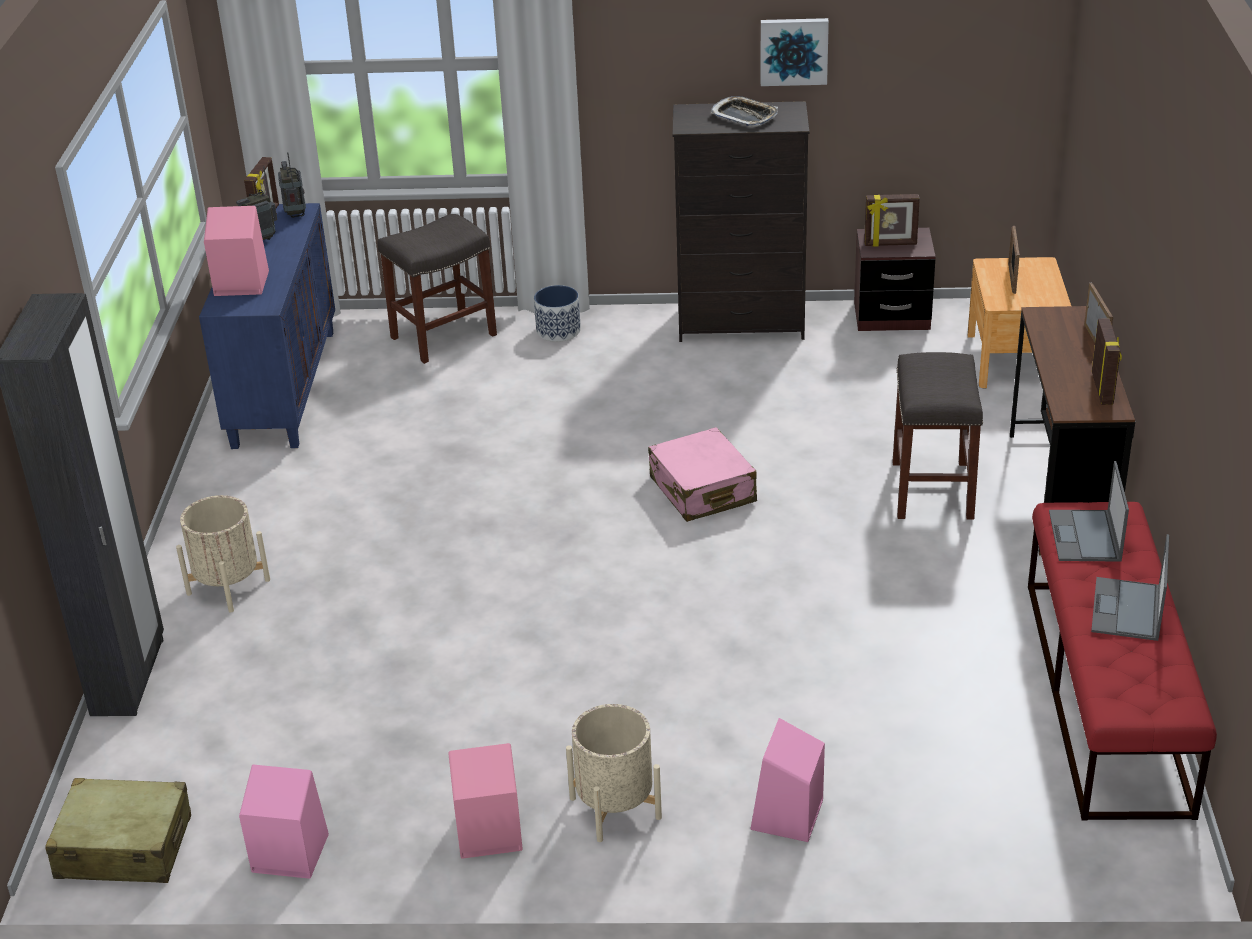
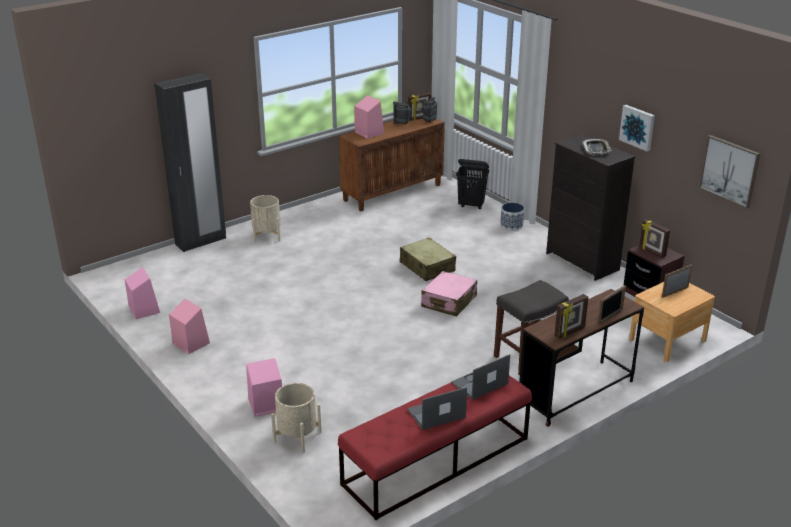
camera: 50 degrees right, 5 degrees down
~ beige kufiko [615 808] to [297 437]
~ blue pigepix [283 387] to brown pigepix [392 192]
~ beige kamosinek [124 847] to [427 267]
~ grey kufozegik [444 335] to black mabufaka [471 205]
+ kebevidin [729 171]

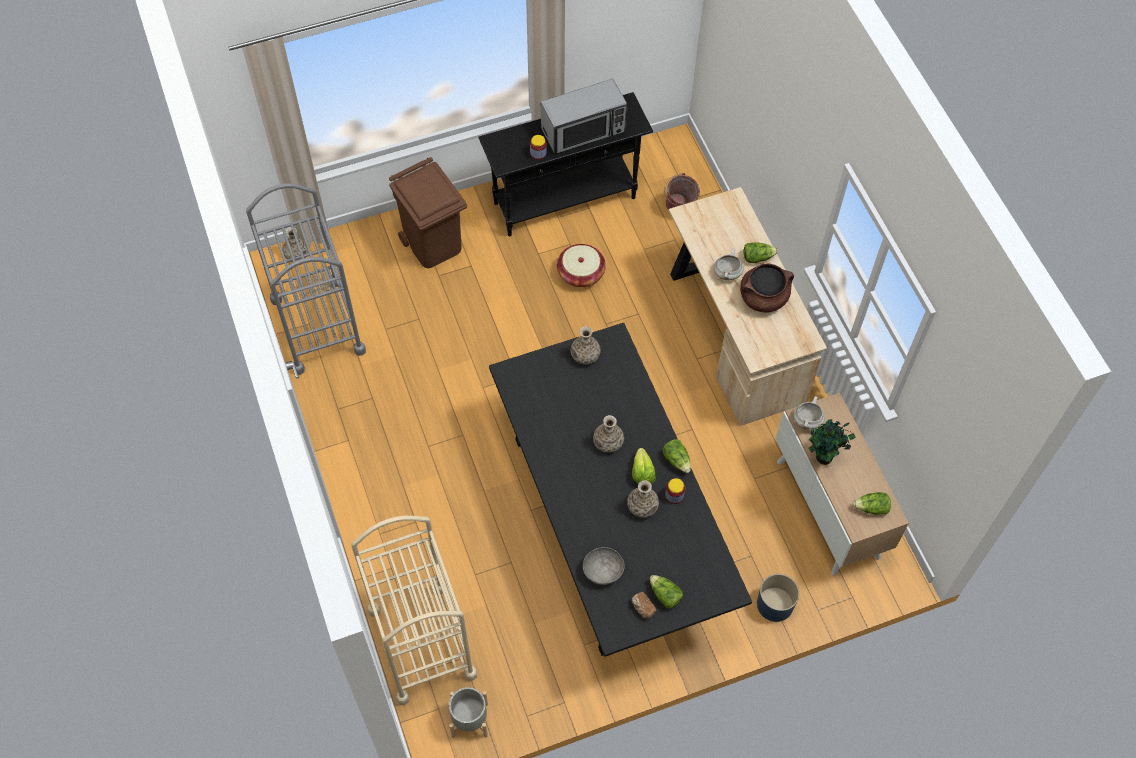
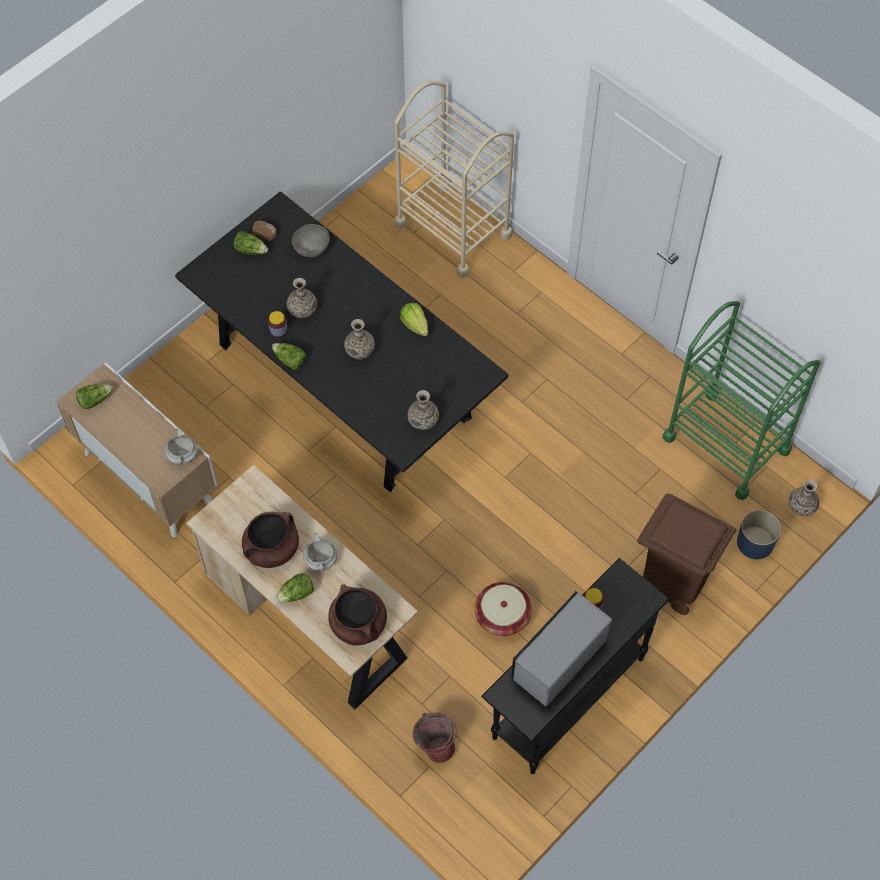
camera: 155 degrees right, 0 degrees up
+ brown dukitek [358 624]
~ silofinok [642 473] to [415 325]
~ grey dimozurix [317 325] to green dimozurix [726 444]
~ blue kufiko [775 604] to [755 543]
- grey kufiko [470 719]
- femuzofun [823 458]

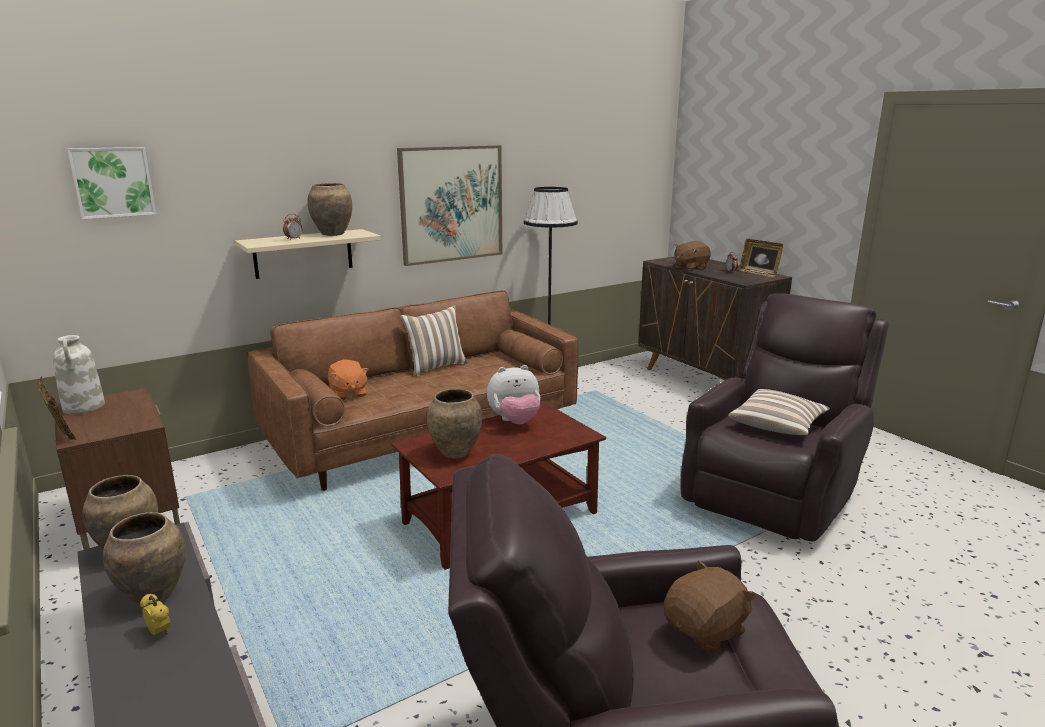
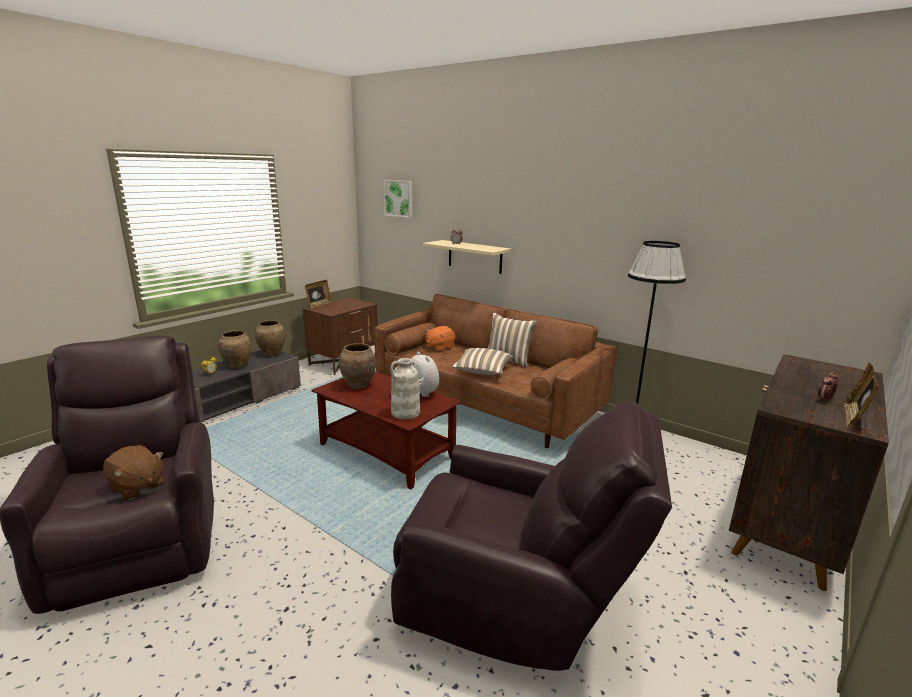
camera: 70 degrees right, 0 degrees up
~ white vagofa [84 407] to [405 413]
~ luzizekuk [777 426] to [482 371]
- brown vagofa [333 234]
- kebevidin [451 204]
- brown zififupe [690 267]

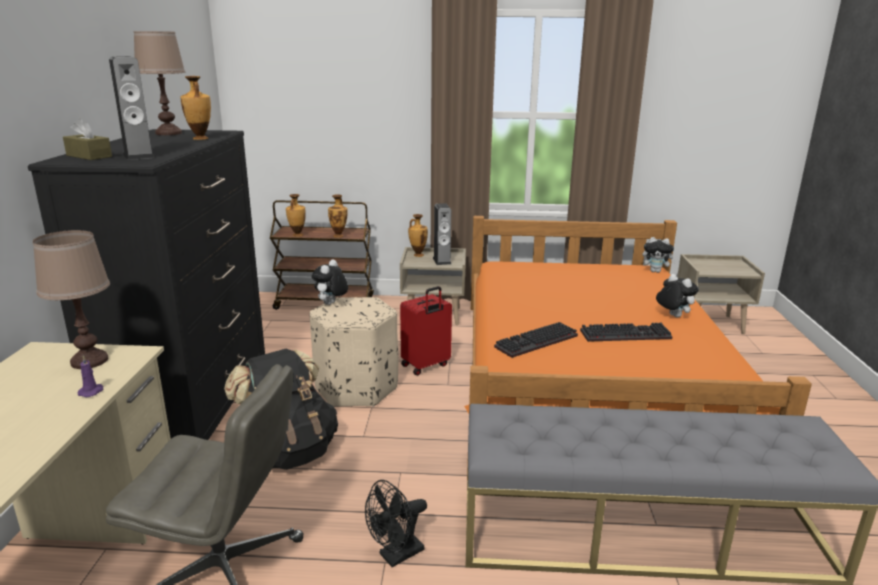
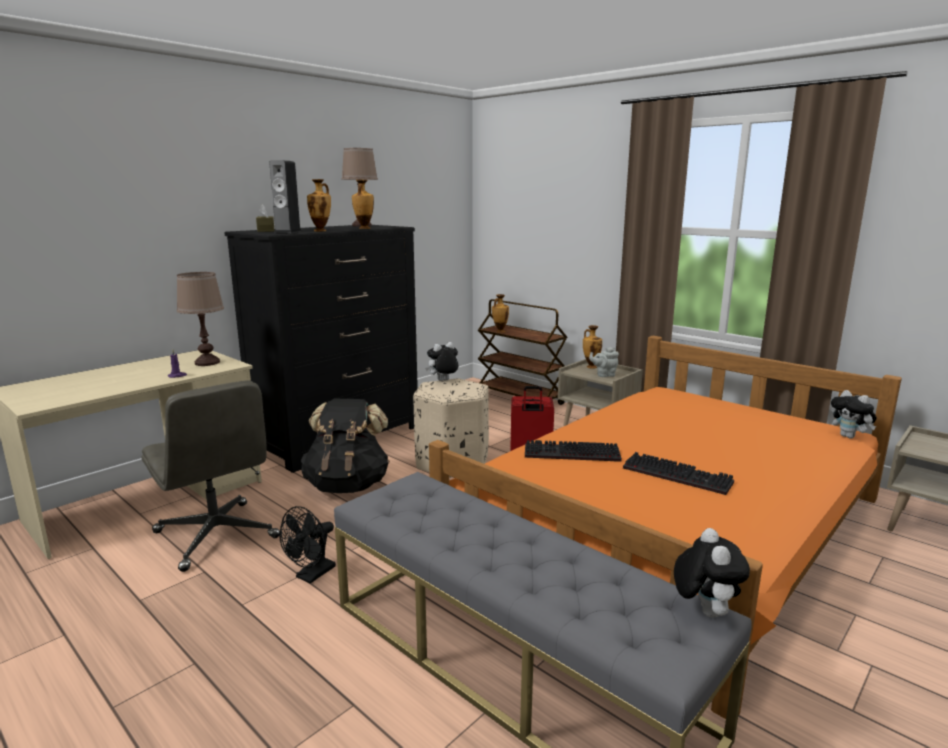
camera: 40 degrees right, 5 degrees down
~ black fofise [396 556] = [311 575] 60 degrees counterclockwise
~ vagofa [339 235] to [321 231]
~ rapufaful [442 261] to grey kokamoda [604 375]
~ zififupe [672 316] to [704 610]

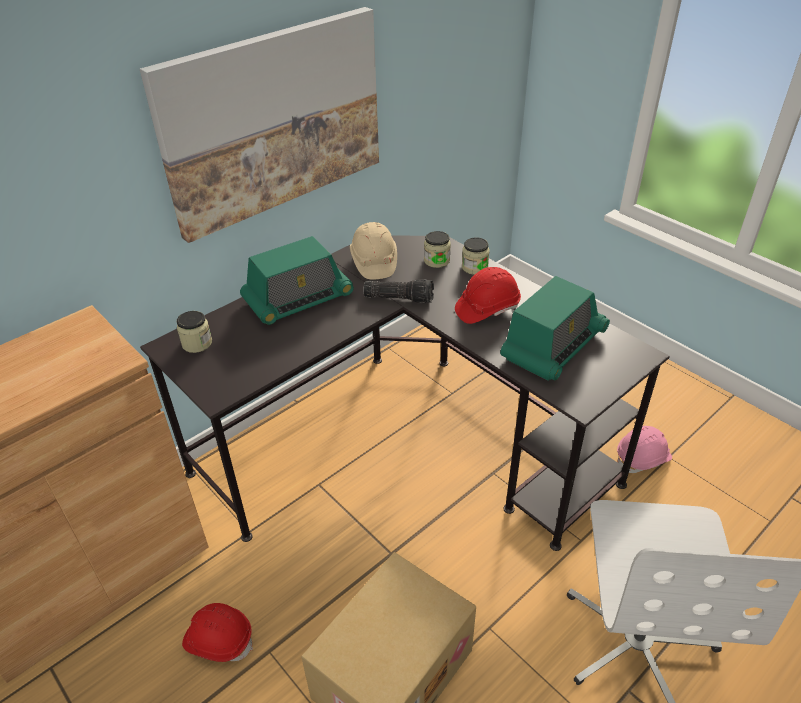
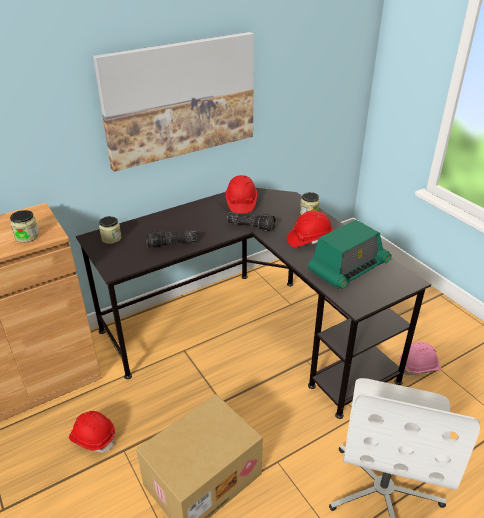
camera: 10 degrees right, 5 degrees down
~ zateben [436 261] to [27 236]
+ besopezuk [171 244]
~ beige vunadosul [374 262] to red vunadosul [241 203]
- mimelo [298 299]

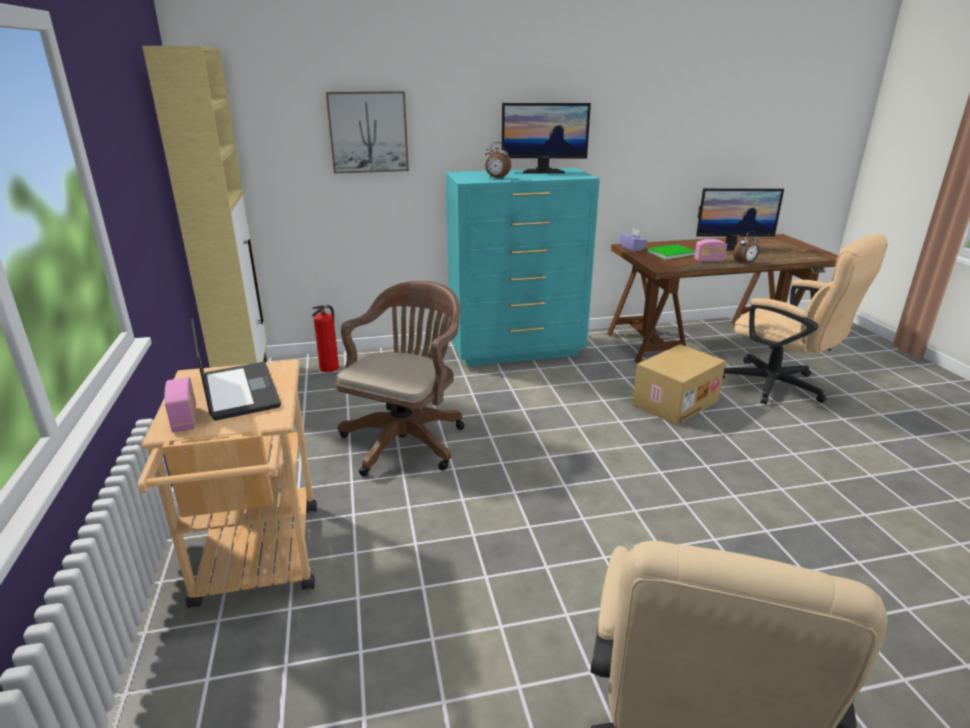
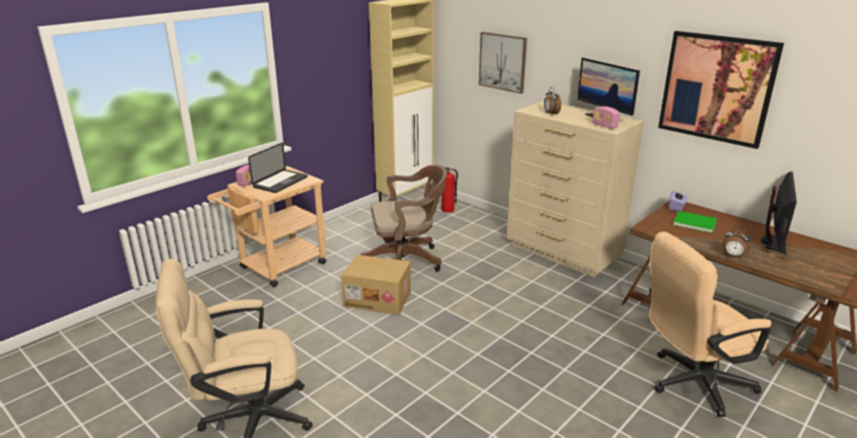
camera: 55 degrees right, 0 degrees up
~ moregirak [674 402] to [378 299]
~ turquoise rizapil [517 350] to beige rizapil [563 253]
~ mimelo [709 260] to [604 126]
~ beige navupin [781 388] = [691 383] 60 degrees clockwise
+ kebevidin [716 88]
~ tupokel [732 247] = [773 243] 120 degrees counterclockwise

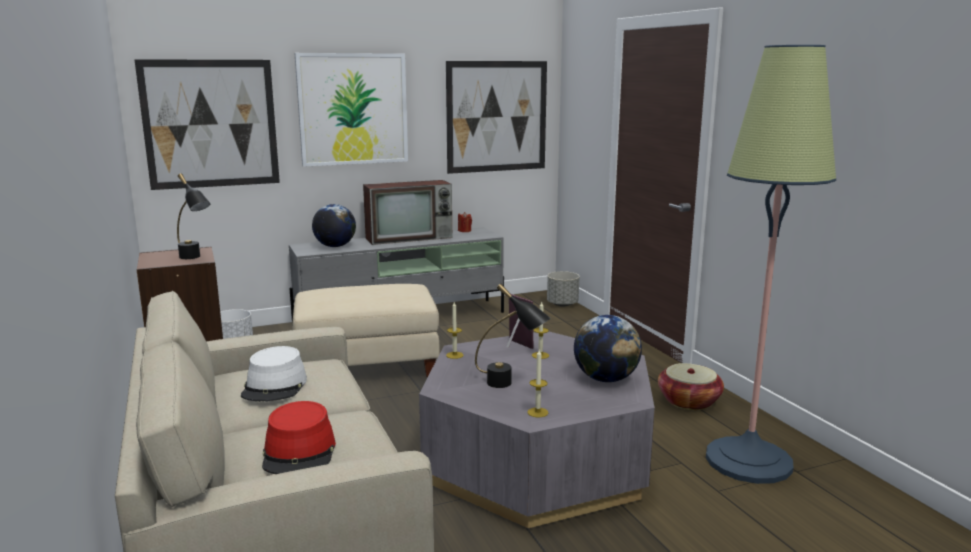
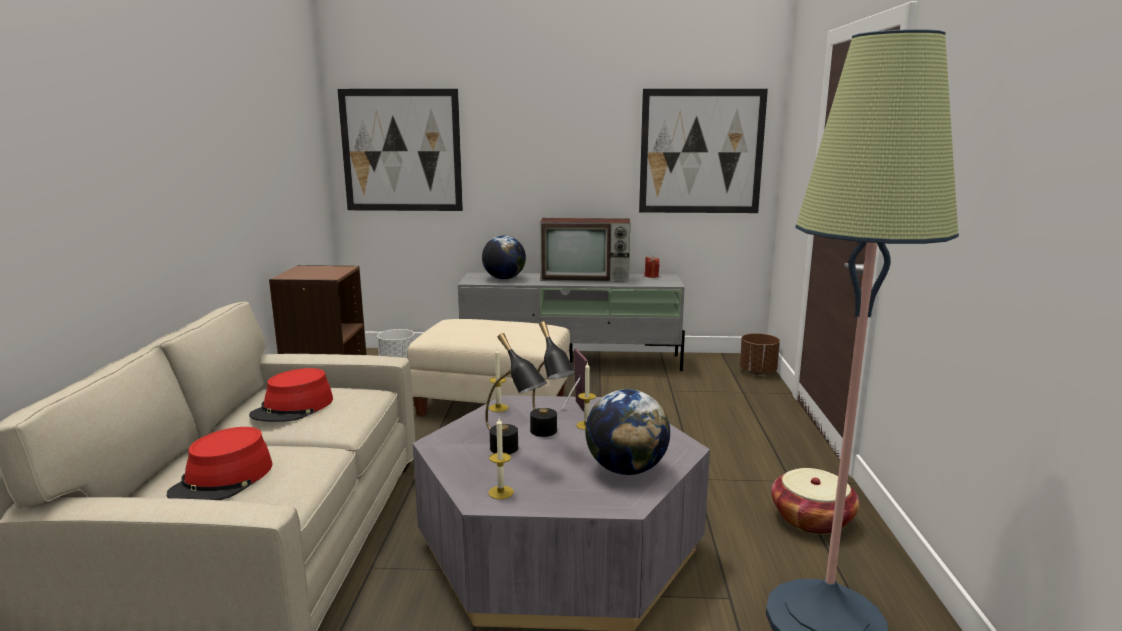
camera: 25 degrees right, 0 degrees up
~ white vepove [275 386] to red vepove [293 408]
~ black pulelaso [194 258] to [548 436]
~ grey kufiko [562 304] to brown kufiko [758 372]
- kebevidin [353 109]

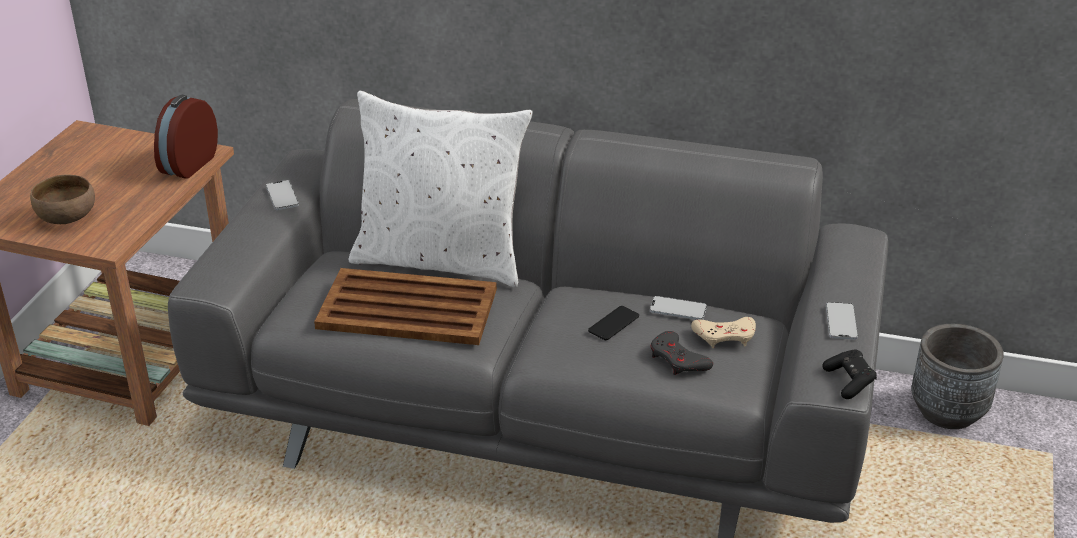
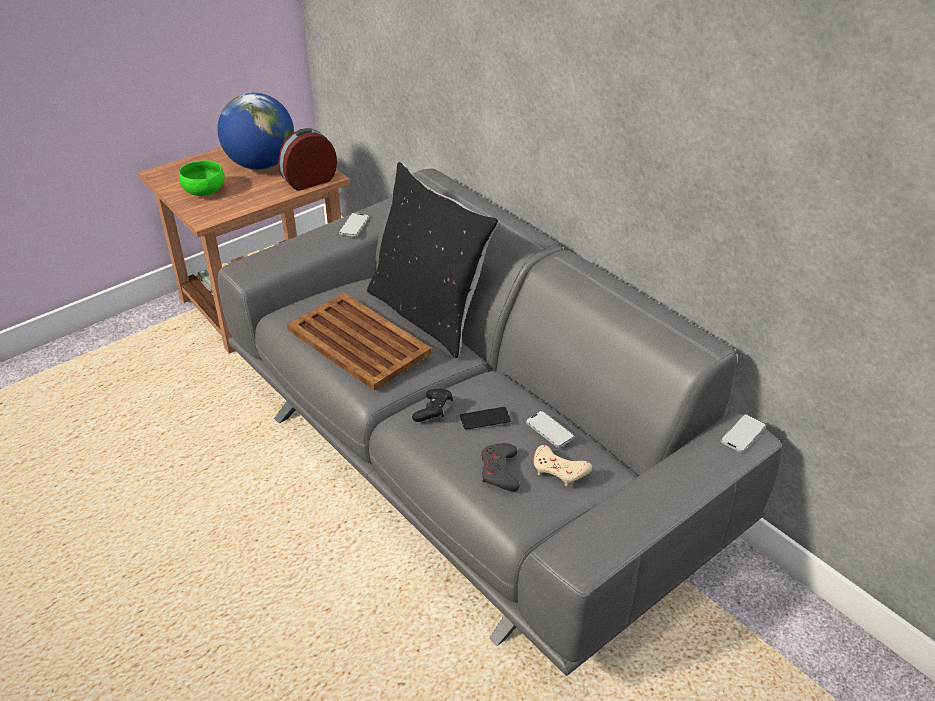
camera: 35 degrees right, 5 degrees up
~ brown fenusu [68 217] to green fenusu [205 191]
+ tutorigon [261 165]
~ white luzizekuk [441 259] to black luzizekuk [429 314]
~ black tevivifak [849 382] to [433 411]
~ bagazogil [841 322] to [743 434]
- grey kufiko [948 411]

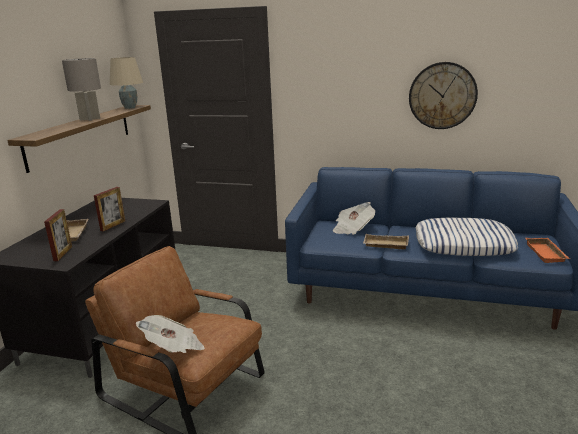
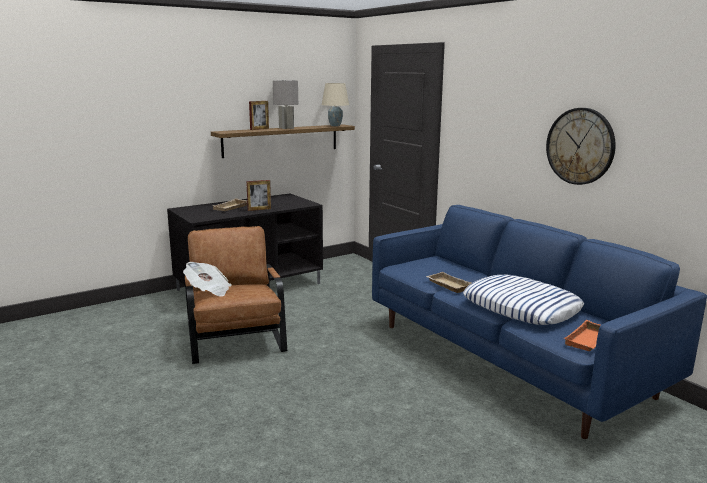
camera: 40 degrees right, 5 degrees down
~ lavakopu [63 253] to [259 129]
- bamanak [352 228]

